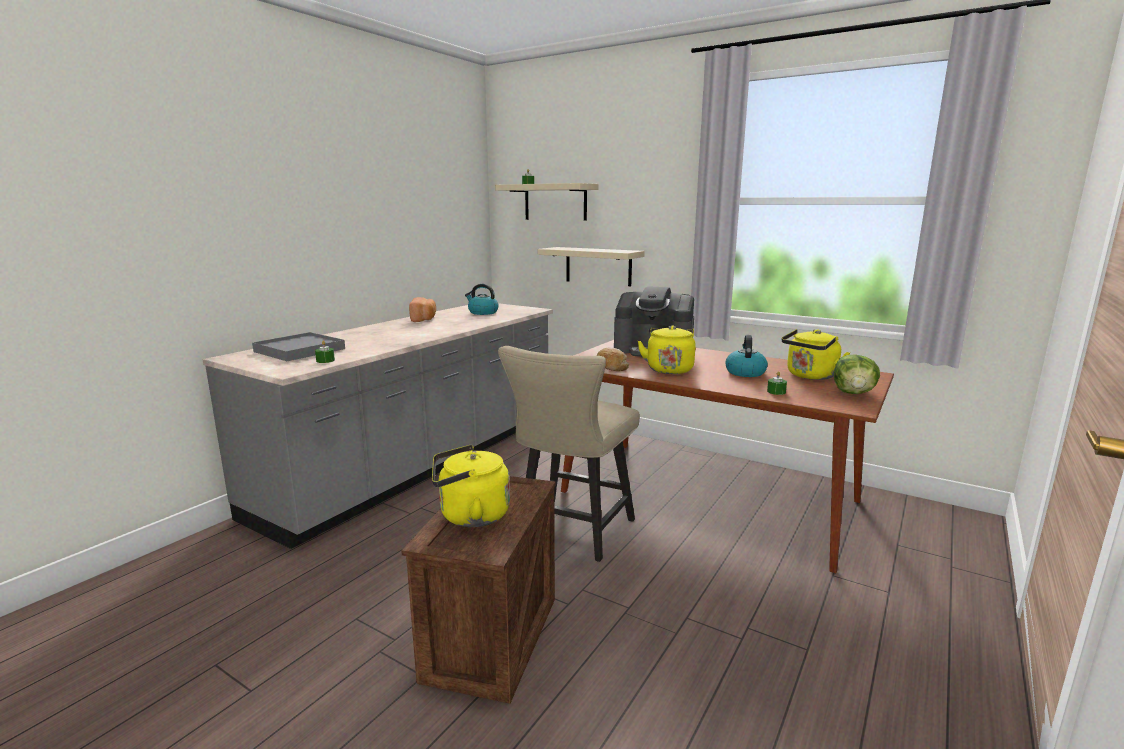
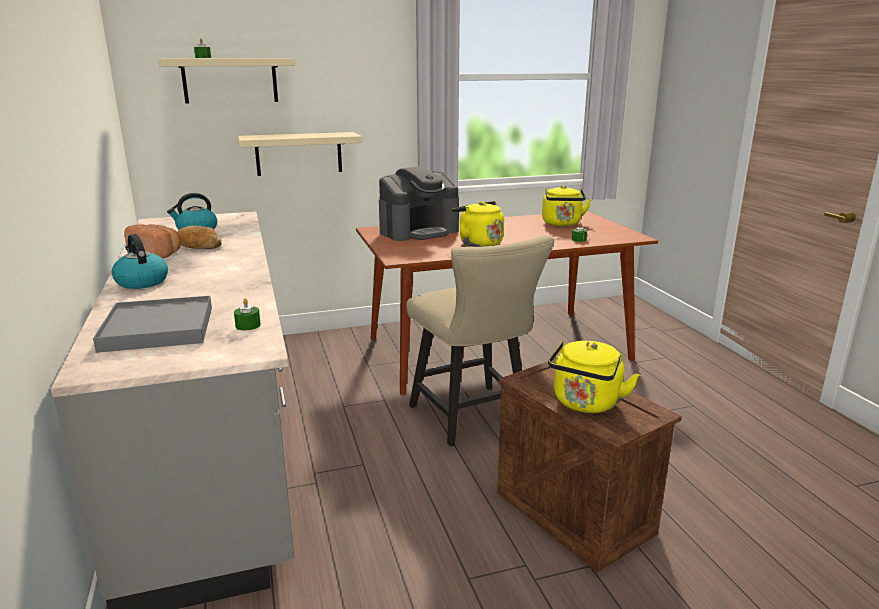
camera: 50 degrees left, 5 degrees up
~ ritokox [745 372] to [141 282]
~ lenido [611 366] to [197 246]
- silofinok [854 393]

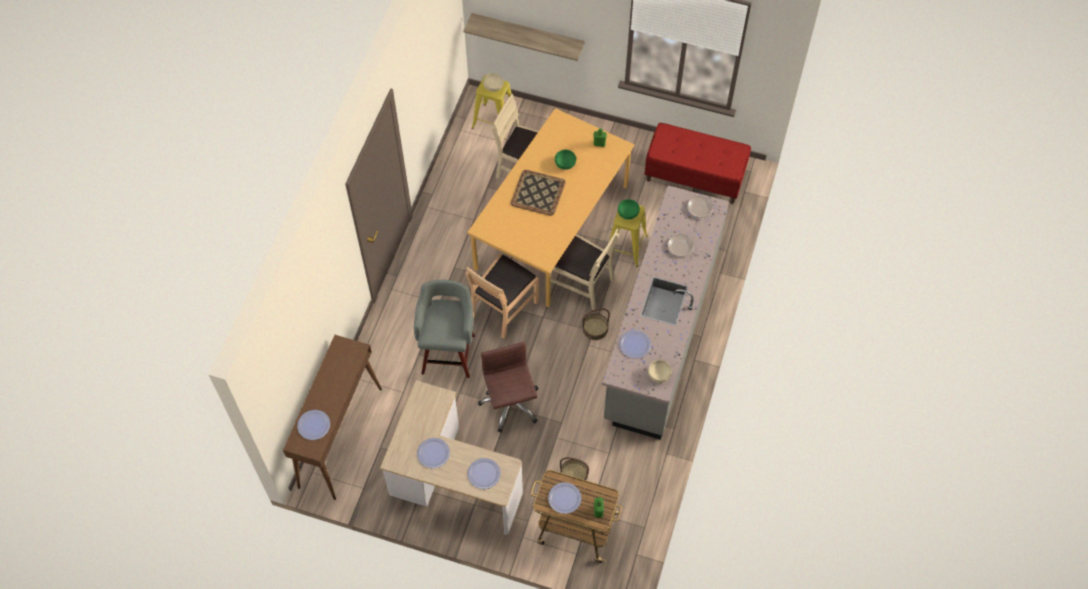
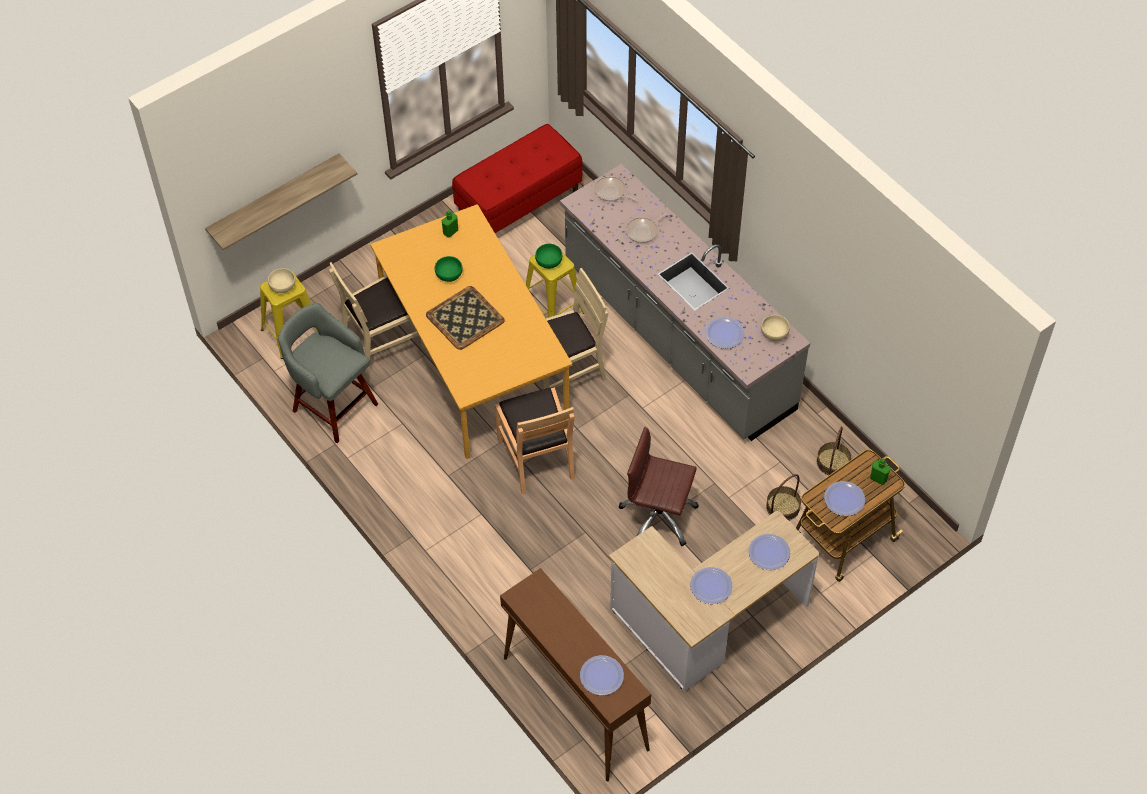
camera: 55 degrees left, 5 degrees down
~ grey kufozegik [448 352] to [333 406]
~ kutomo [595 328] to [833 462]

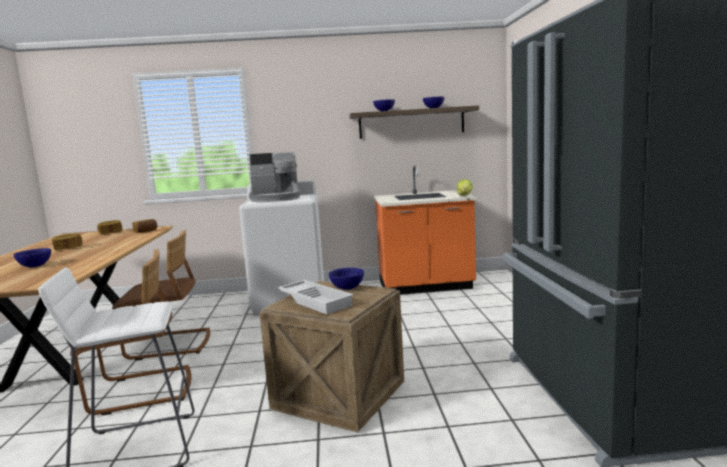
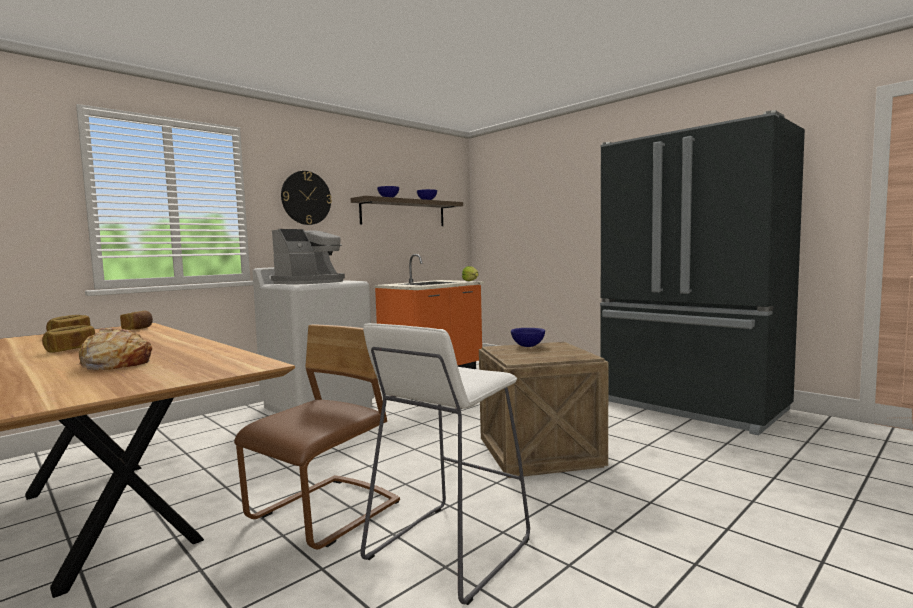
camera: 40 degrees left, 5 degrees down
~ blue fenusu [34 266] to lenido [115 364]
+ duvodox [306 198]
- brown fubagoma [169 345]
- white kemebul [316 301]

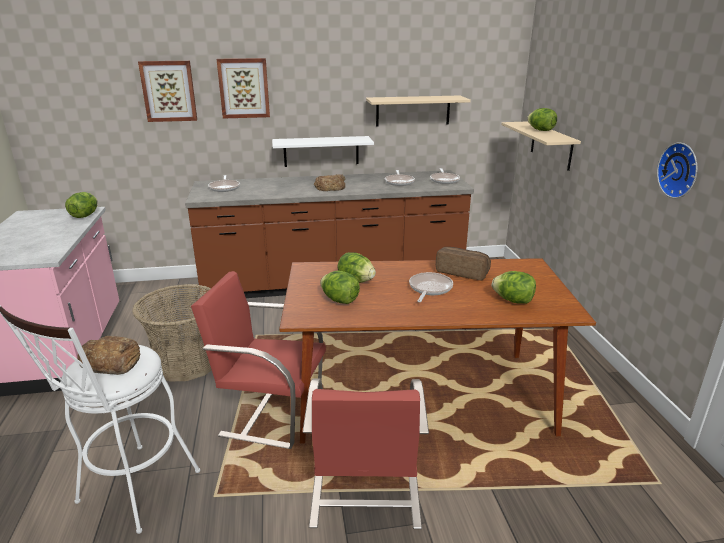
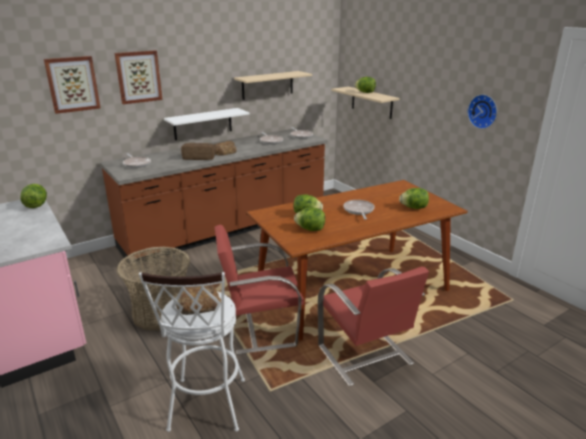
camera: 25 degrees left, 0 degrees up
~ lenido [462 272] to [199 157]

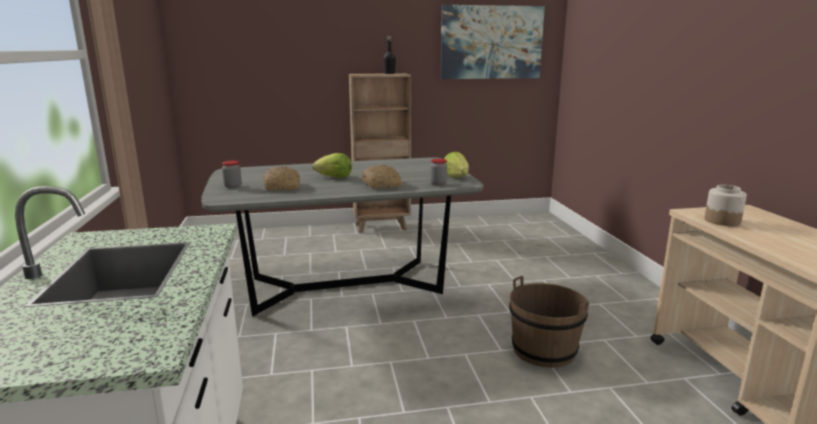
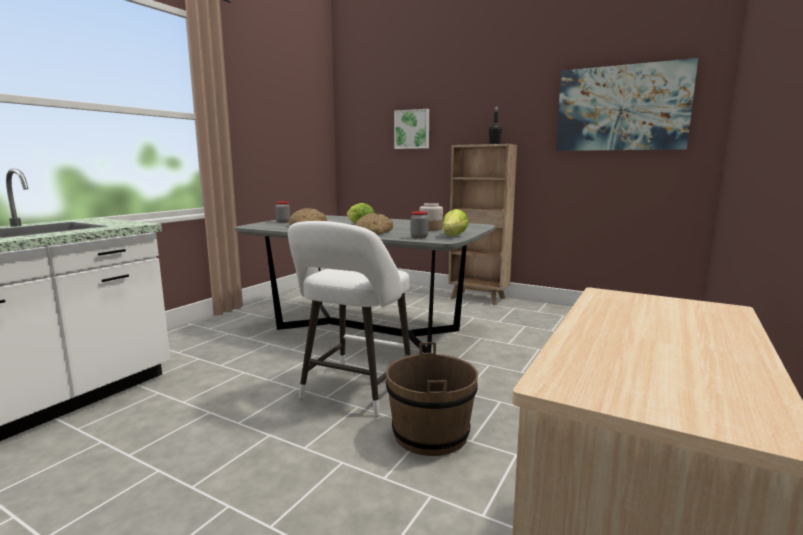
camera: 40 degrees right, 5 degrees down
+ white kufozegik [354 392]
+ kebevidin [412 129]
~ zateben [722 221] to [431 229]

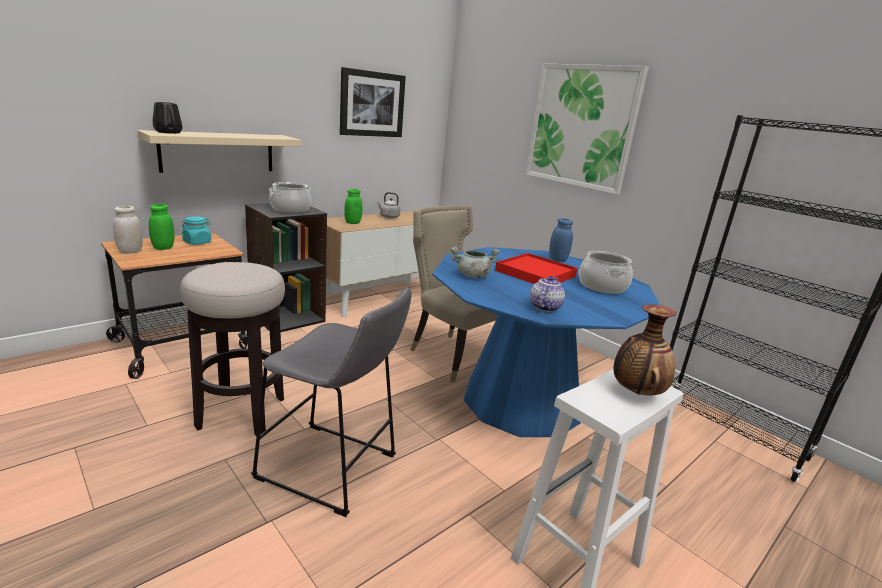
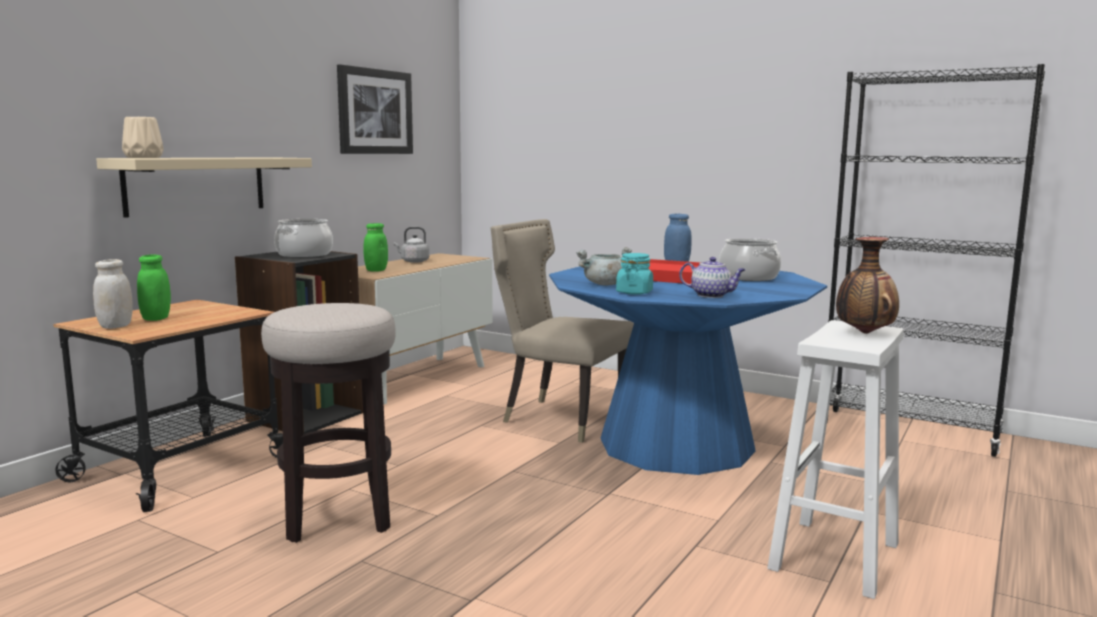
camera: 15 degrees left, 10 degrees down
~ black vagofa [167 132] to beige vagofa [142 157]
~ turquoise zateben [197 242] to [634 292]
~ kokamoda [544 307] = [711 295] 105 degrees clockwise
- grey kufozegik [333 470]
- kebevidin [581 126]

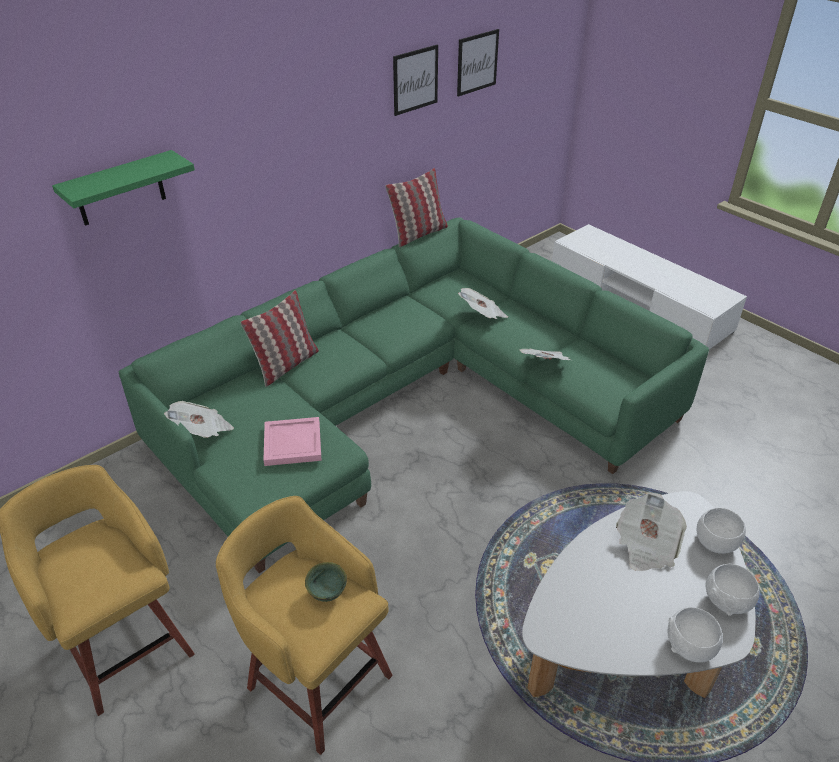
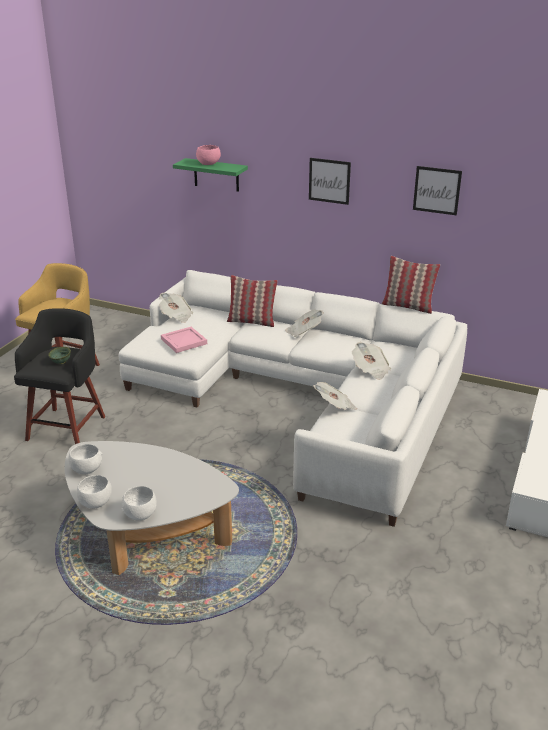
camera: 65 degrees right, 10 degrees down
~ yellow kufozegik [317 678] to black kufozegik [68 427]
~ white fenusu [715 544] to [86 470]
~ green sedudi [410 399] to white sedudi [305 397]
+ pink fenusu [208 164]
~ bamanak [646 545] to [303 331]
~ kebevidin [477 62] to [329 181]

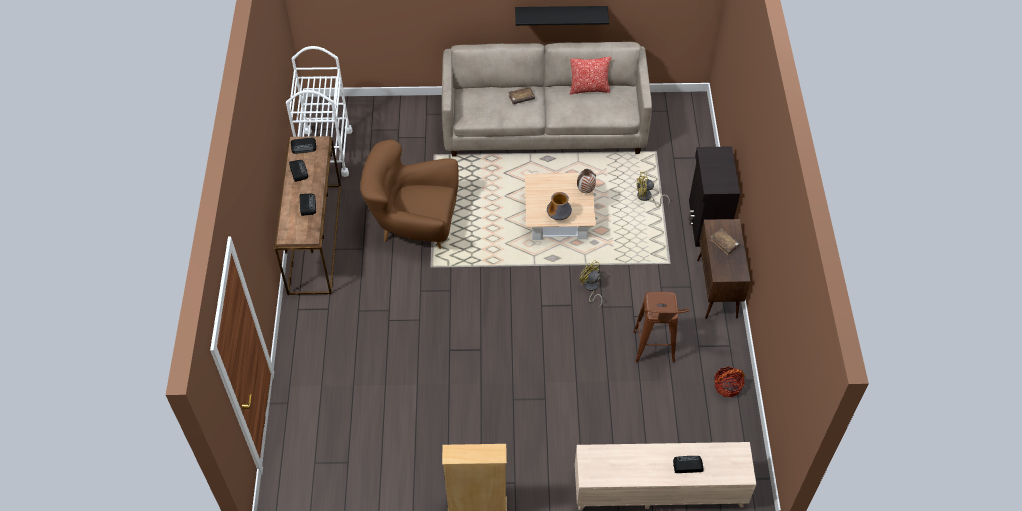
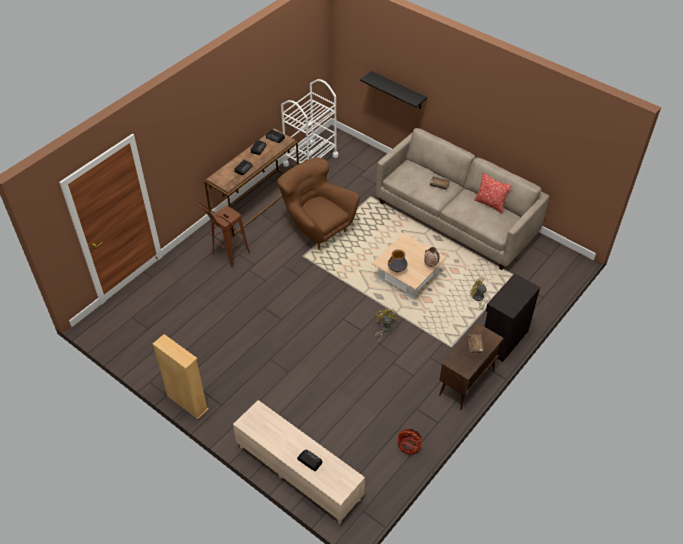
camera: 40 degrees right, 5 degrees down
~ brown kufozegik [654 353] to [227 256]
~ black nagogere [560 15] to [398 90]

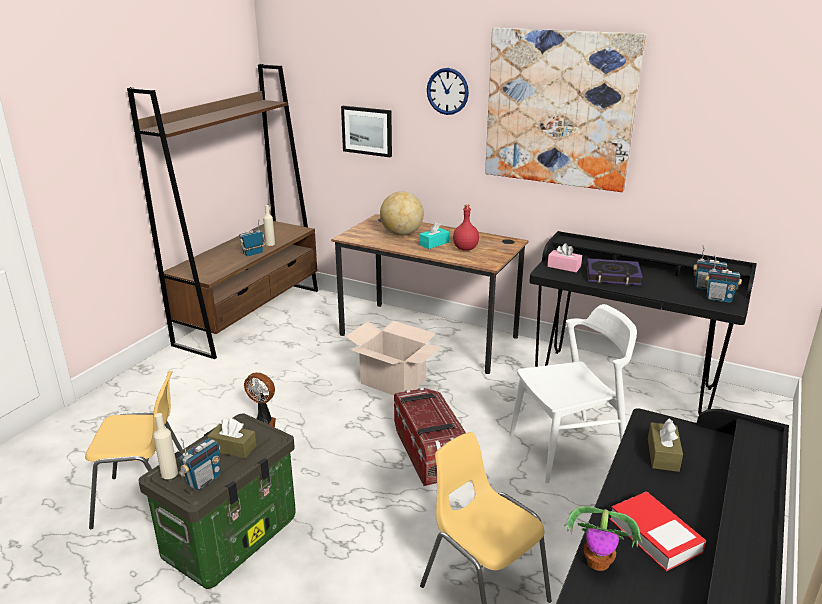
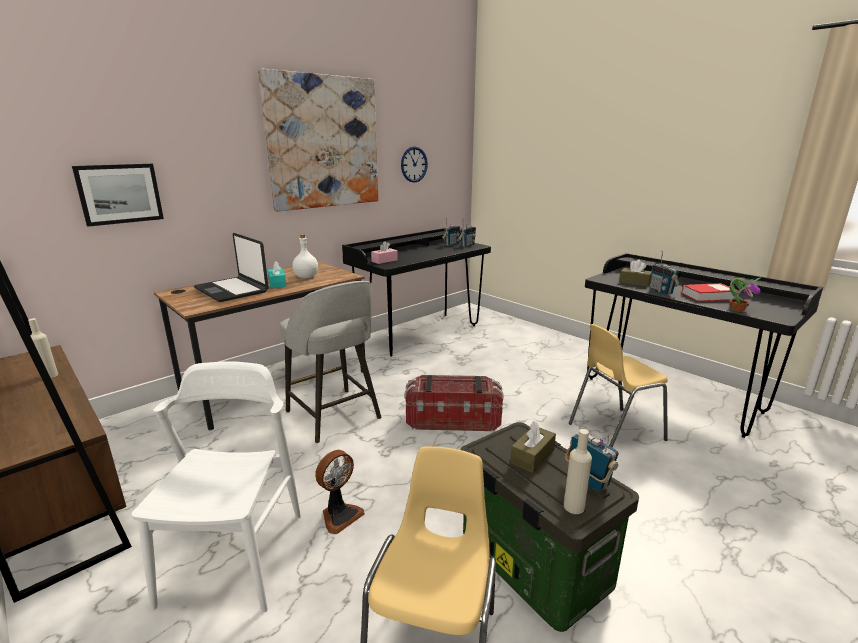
camera: 70 degrees left, 5 degrees down
~ white fubagoma [567 448] to [235 556]
~ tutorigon [401 234] to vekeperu [232 290]
~ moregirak [392 382] to grey kufozegik [334 416]
~ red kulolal [465 248] to white kulolal [306 277]
~ duvodox [447 91] to [414 164]
~ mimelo [253 254] to [661 292]
- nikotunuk [613 276]

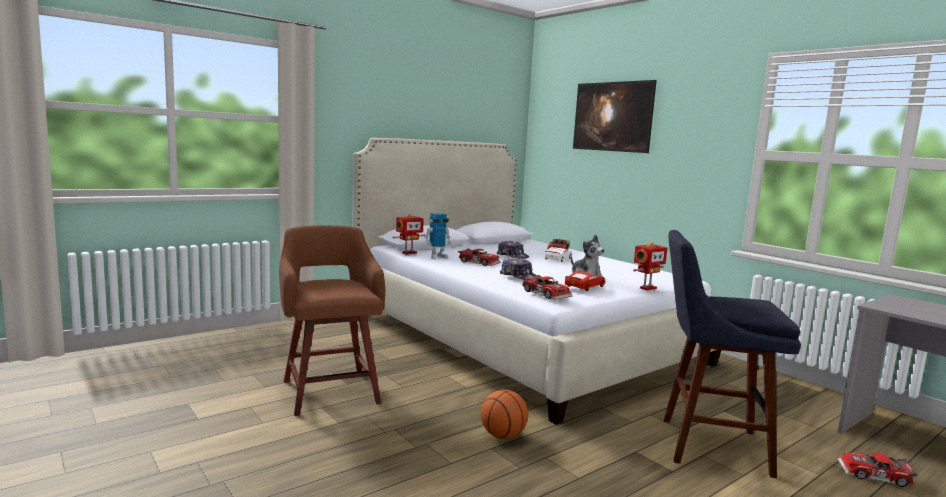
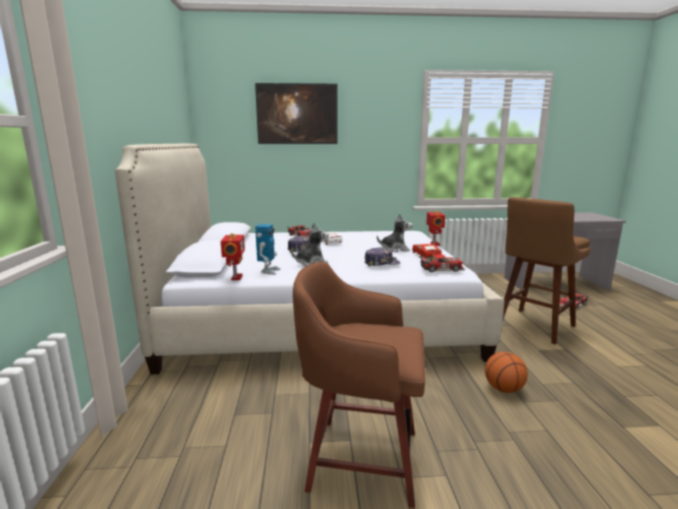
camera: 55 degrees left, 5 degrees up
~ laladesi [479 262] to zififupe [311 263]
~ blue kufozegik [706 445] to brown kufozegik [533 327]

